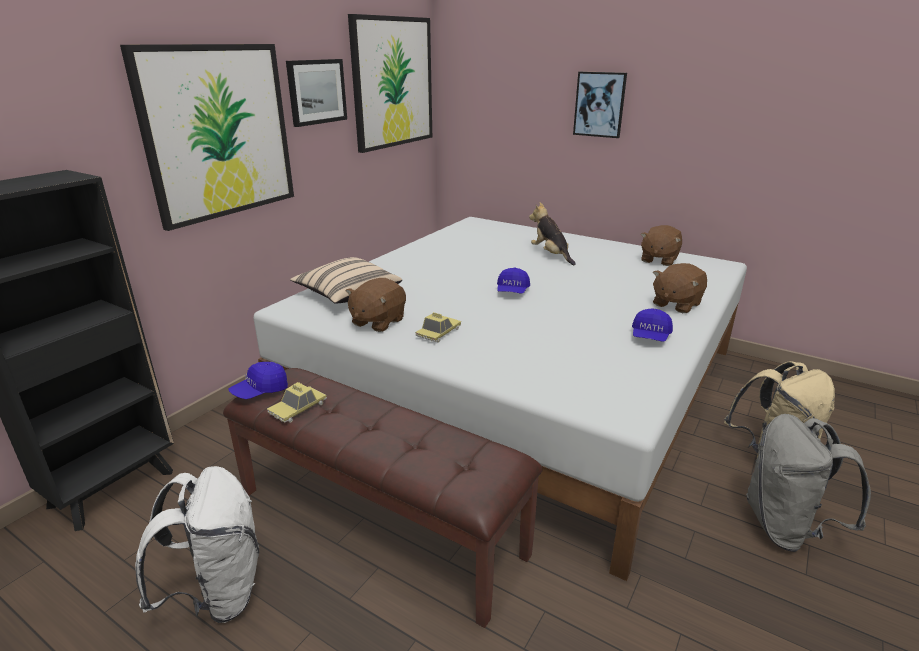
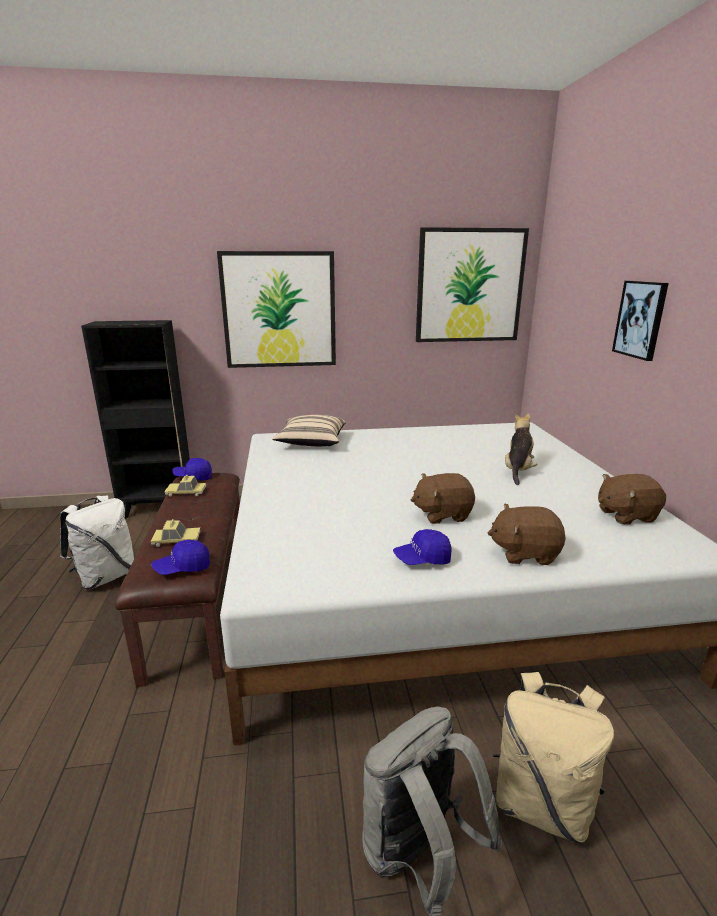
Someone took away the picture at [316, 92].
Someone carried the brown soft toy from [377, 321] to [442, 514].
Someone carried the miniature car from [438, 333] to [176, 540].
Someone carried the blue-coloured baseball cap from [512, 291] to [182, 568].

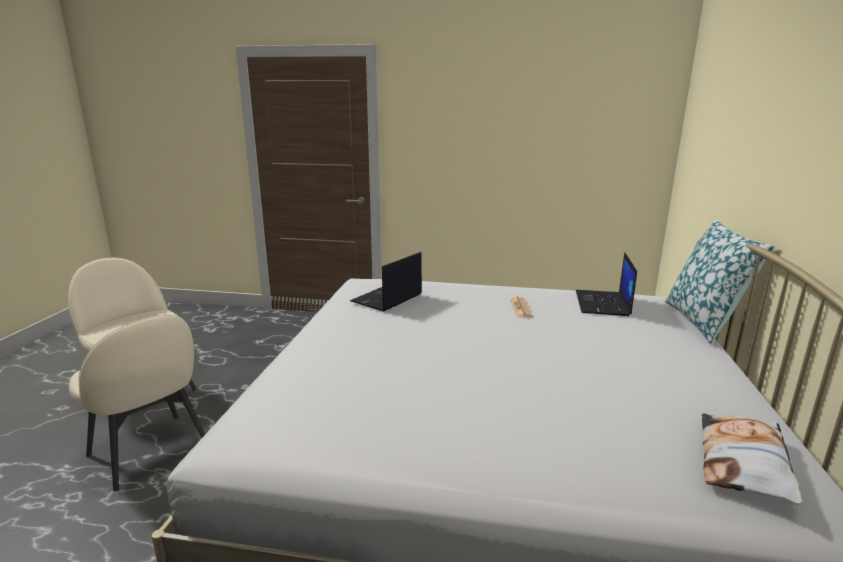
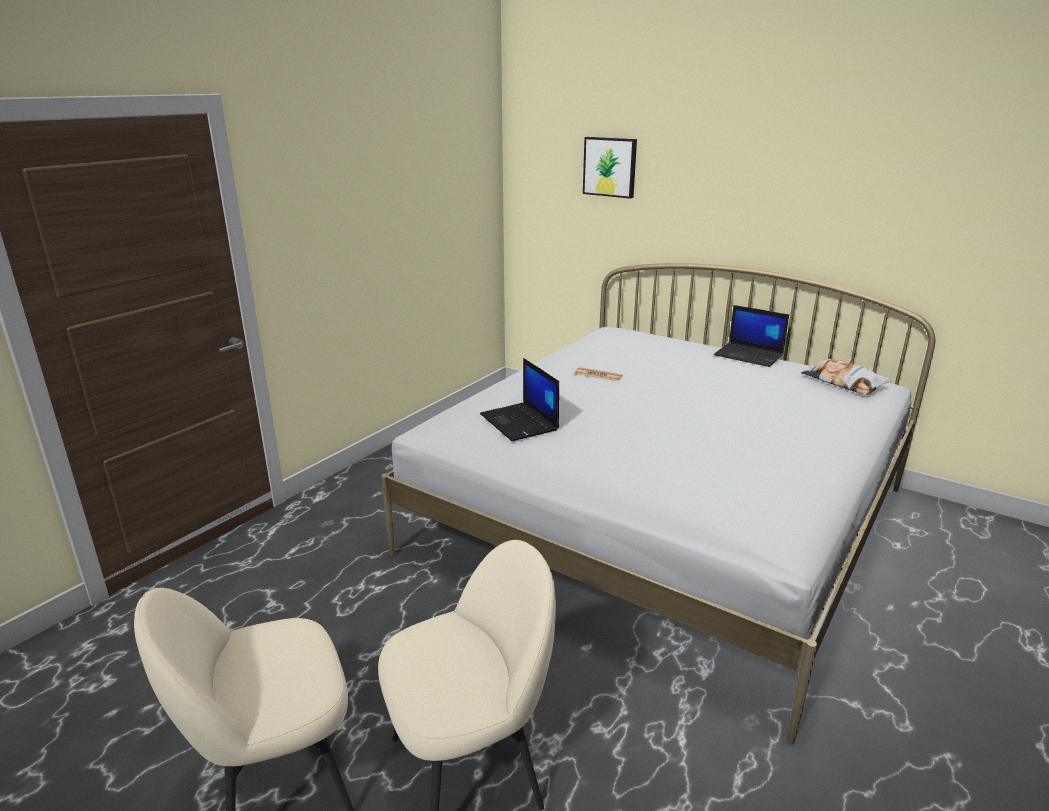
Someone carried the notebook computer from [603, 304] to [749, 355].
Someone took away the pillow at [704, 321].
Someone put up the picture at [610, 167].

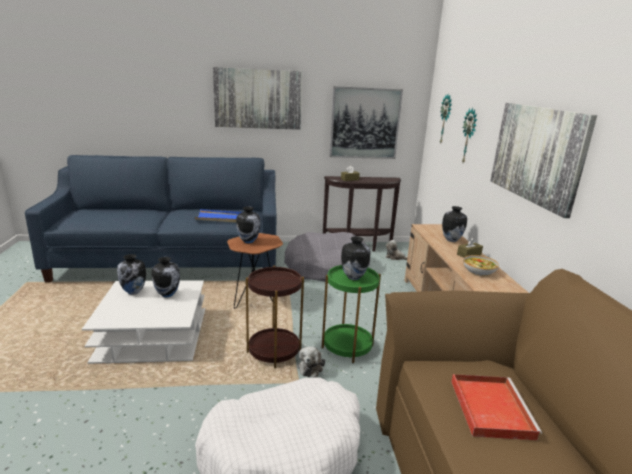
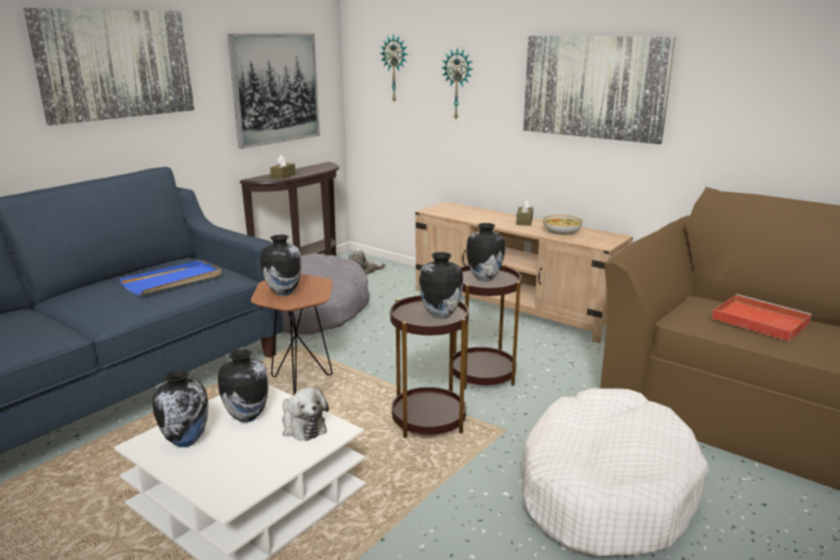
Someone carried the soft toy from [310, 367] to [302, 426].
Someone repainted the green-coloured accent table at [347, 346], which became the brown accent table at [482, 374].
Someone carried the vase from [451, 240] to [440, 315].

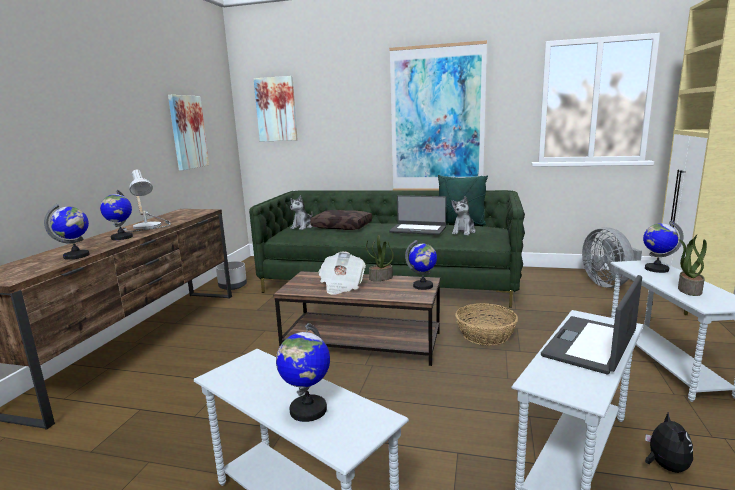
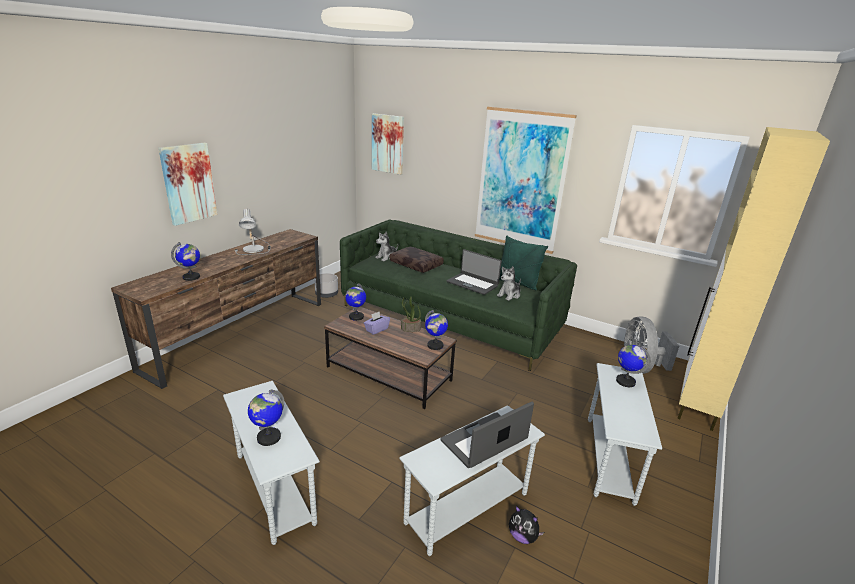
Someone carried the world globe from [121, 237] to [356, 317].
Someone carried the picture from [188, 132] to [188, 183].
Someone swapped the daily paper at [341, 285] for the purplish tissue box at [376, 329].
Someone took away the household basket at [486, 335].
Someone rotated the soft toy at [665, 466] by 105 degrees clockwise.
Someone took away the plant in a pot at [689, 290].

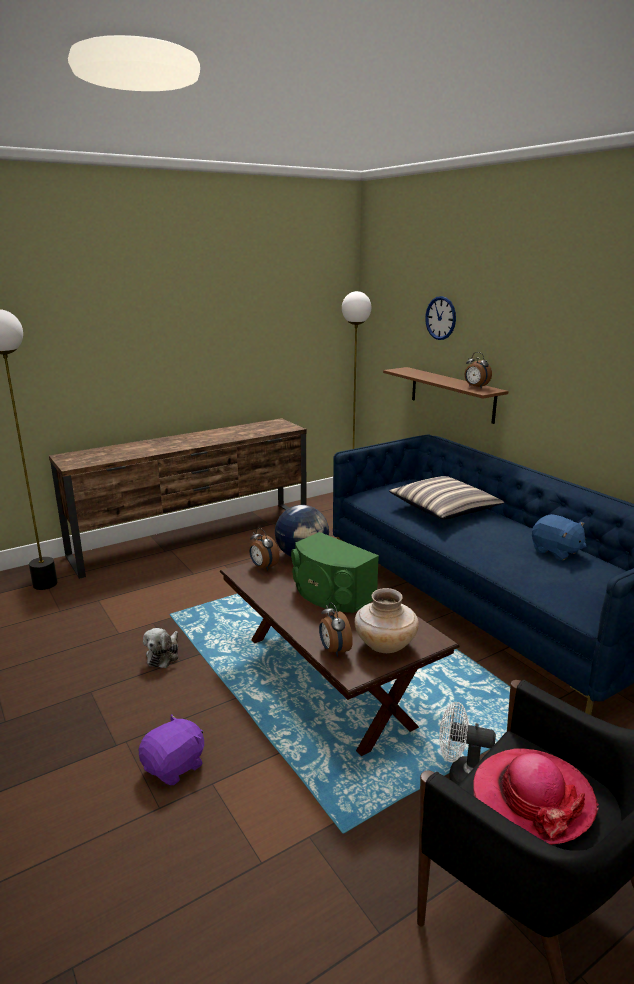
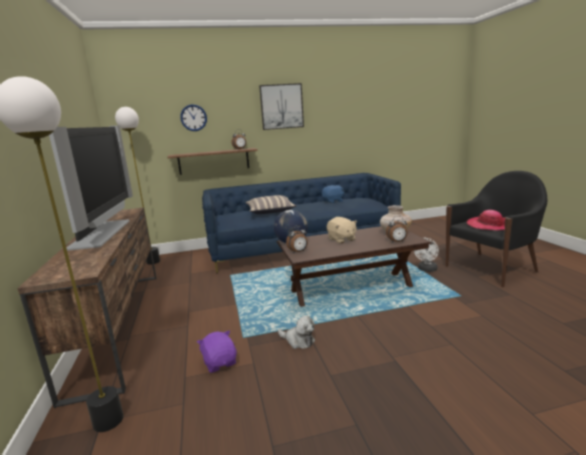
Someone carried the purplish soft toy from [175, 766] to [220, 363].
Someone swapped the green-coloured loudspeaker at [331, 594] for the beige soft toy at [341, 239].
Someone put down the TV at [103, 233].
Someone put up the picture at [281, 106].

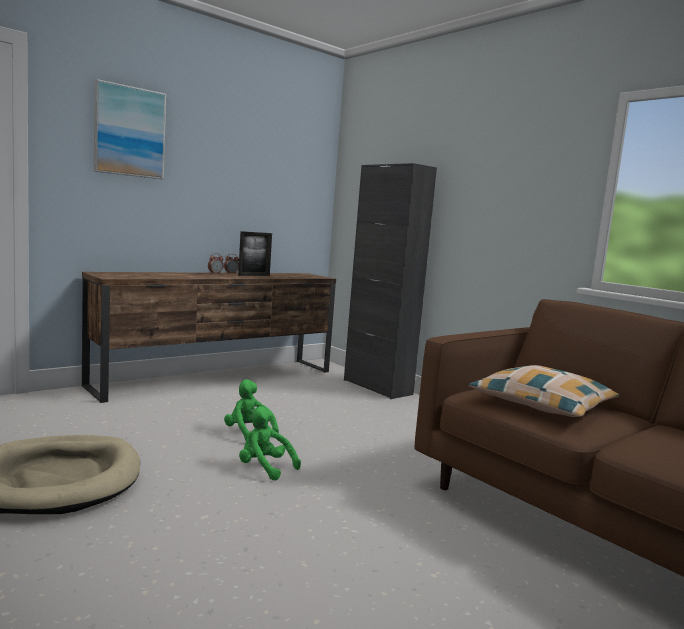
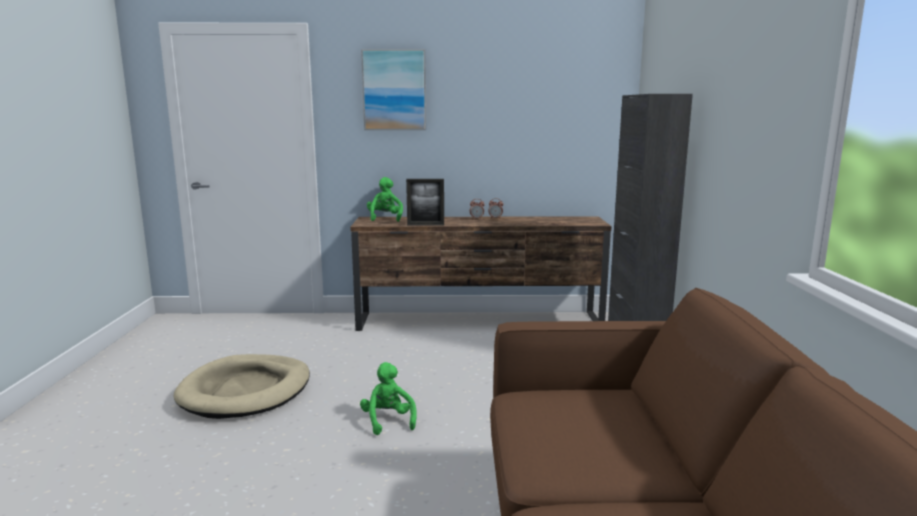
Someone carried the green-coloured soft toy from [248, 433] to [385, 218].
Someone carried the standing frame from [254, 275] to [425, 225].
Someone took away the pillow at [542, 405].

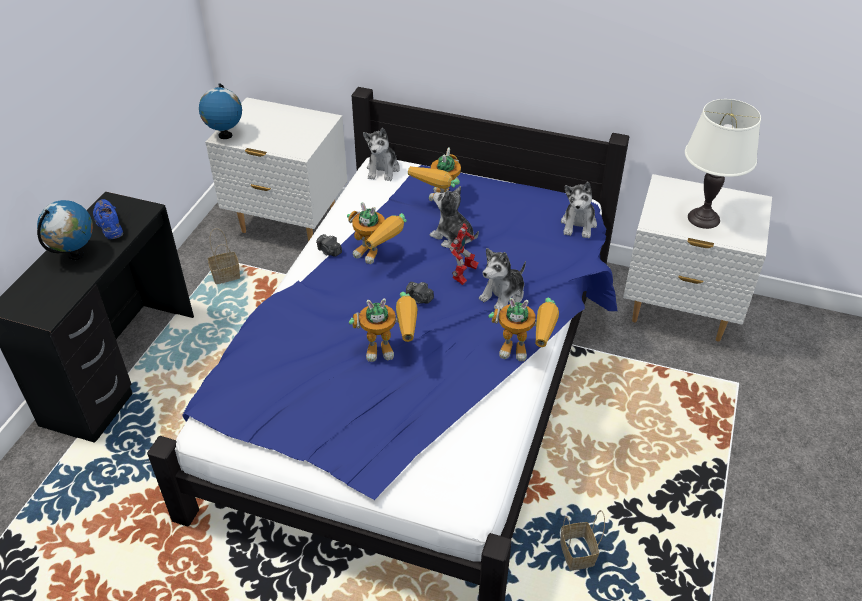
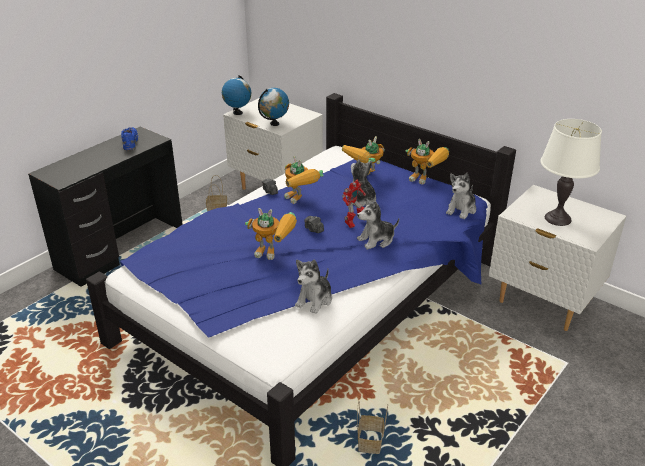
Someone carried the world globe from [76, 255] to [274, 124].
Someone carried the soft toy from [383, 169] to [314, 300].
Someone carried the robot figure from [525, 351] to [426, 180].

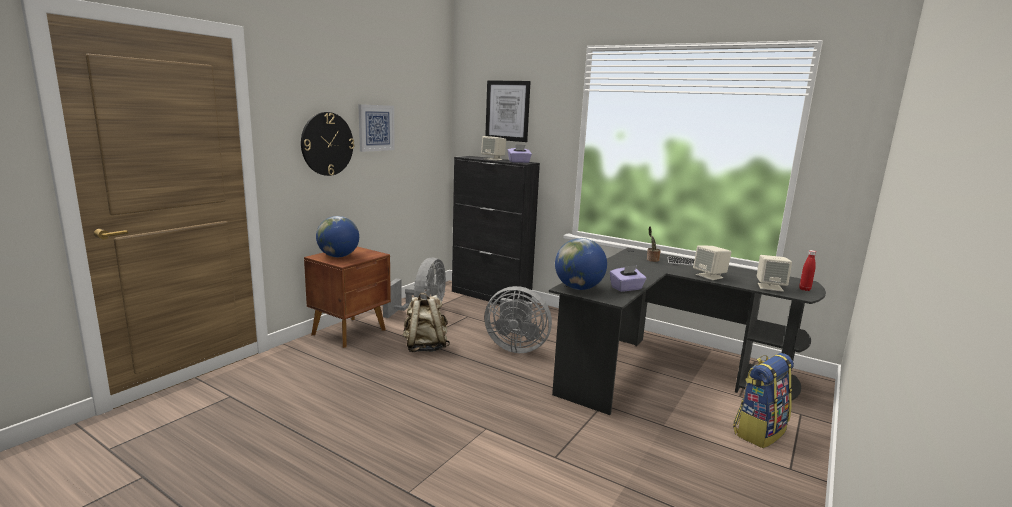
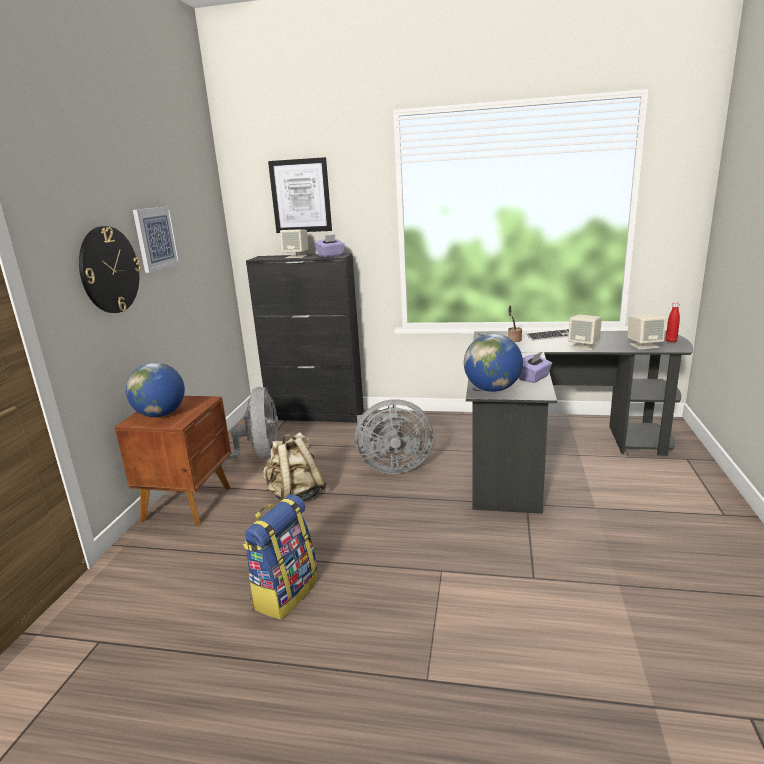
Someone carried the backpack from [759, 431] to [285, 592].

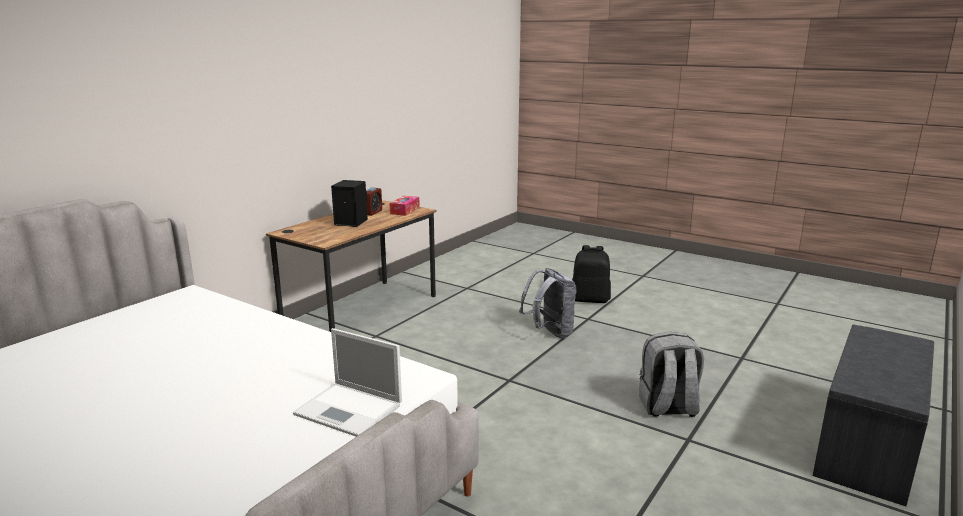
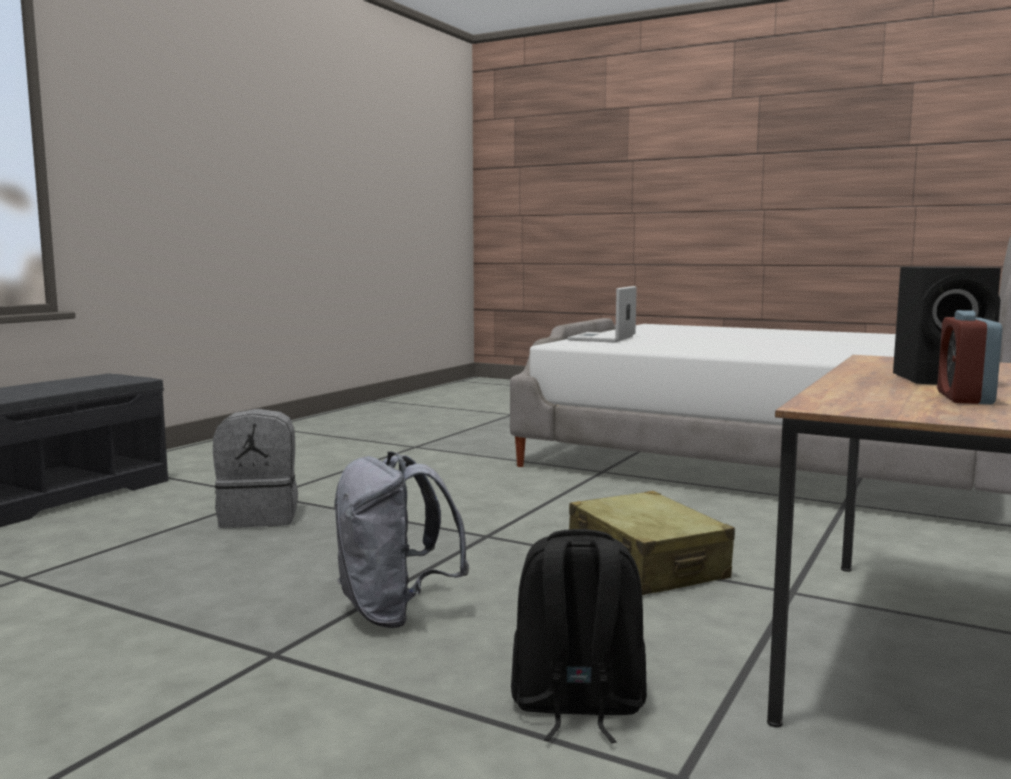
Someone rotated the notebook computer at [350, 410] by 90 degrees counterclockwise.
Someone took away the tissue box at [405, 210].
Someone carried the black backpack from [590, 299] to [576, 706].
Someone put down the beige piece of luggage at [646, 565].

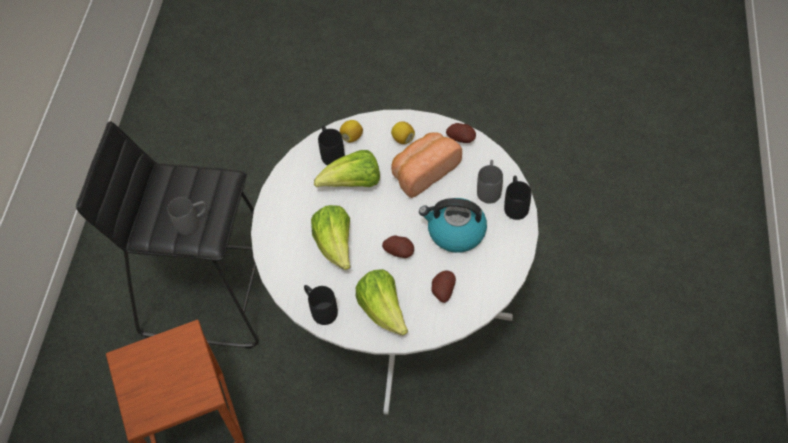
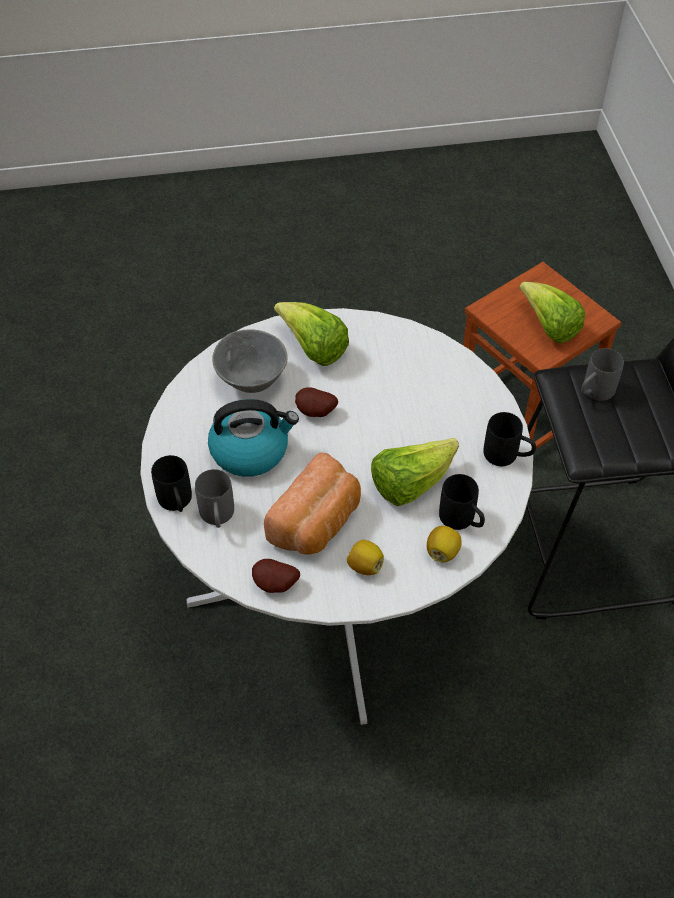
Someone carried the black tea mug from [320, 309] to [507, 456].
Someone carried the head of lettuce from [335, 245] to [549, 326].
Someone swapped the spud at [442, 291] for the greyish bowl at [250, 381].

